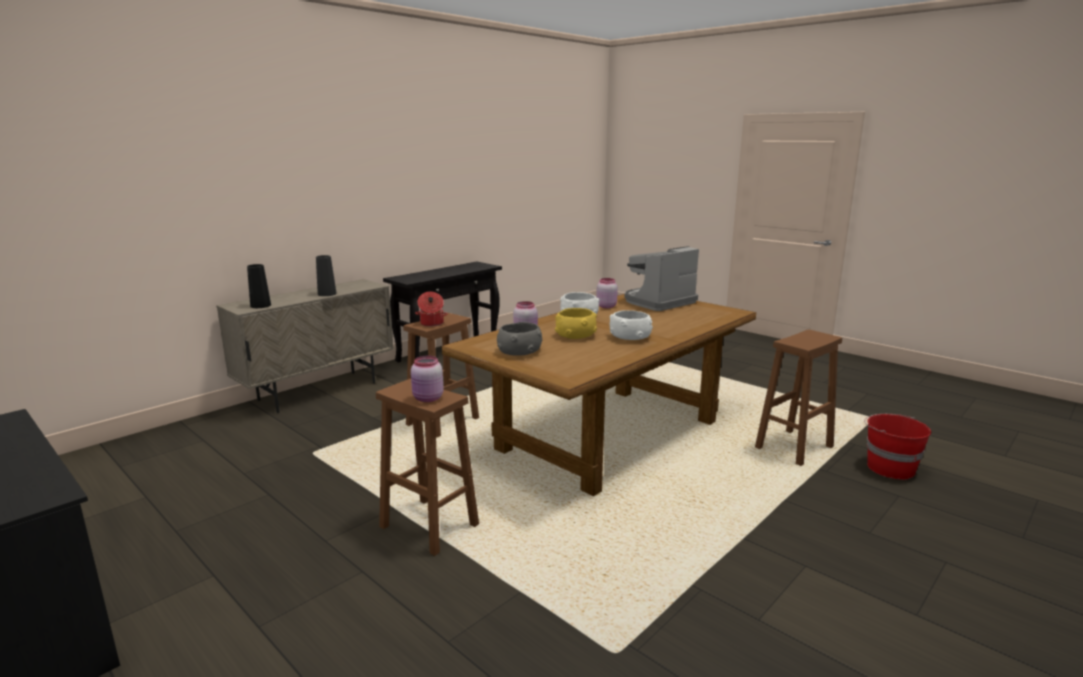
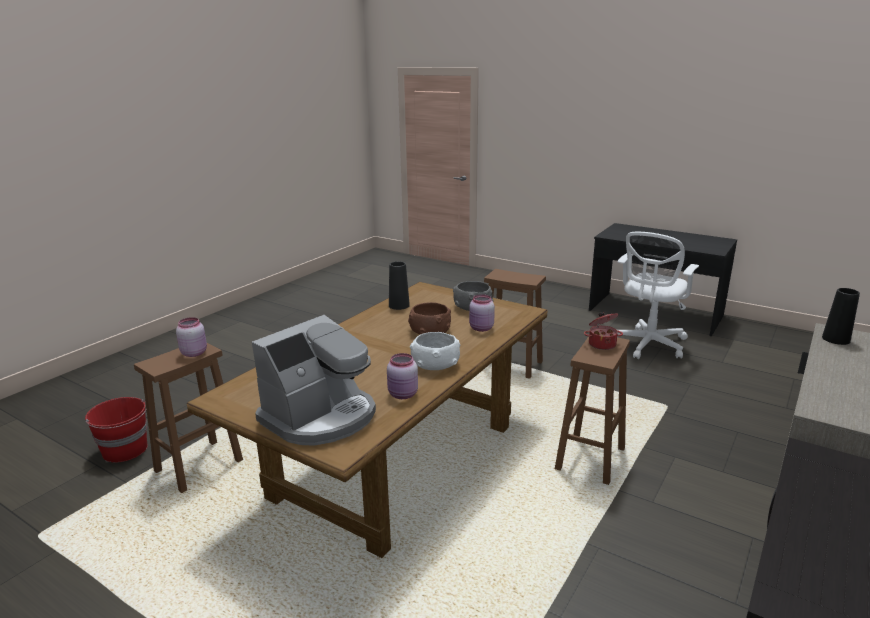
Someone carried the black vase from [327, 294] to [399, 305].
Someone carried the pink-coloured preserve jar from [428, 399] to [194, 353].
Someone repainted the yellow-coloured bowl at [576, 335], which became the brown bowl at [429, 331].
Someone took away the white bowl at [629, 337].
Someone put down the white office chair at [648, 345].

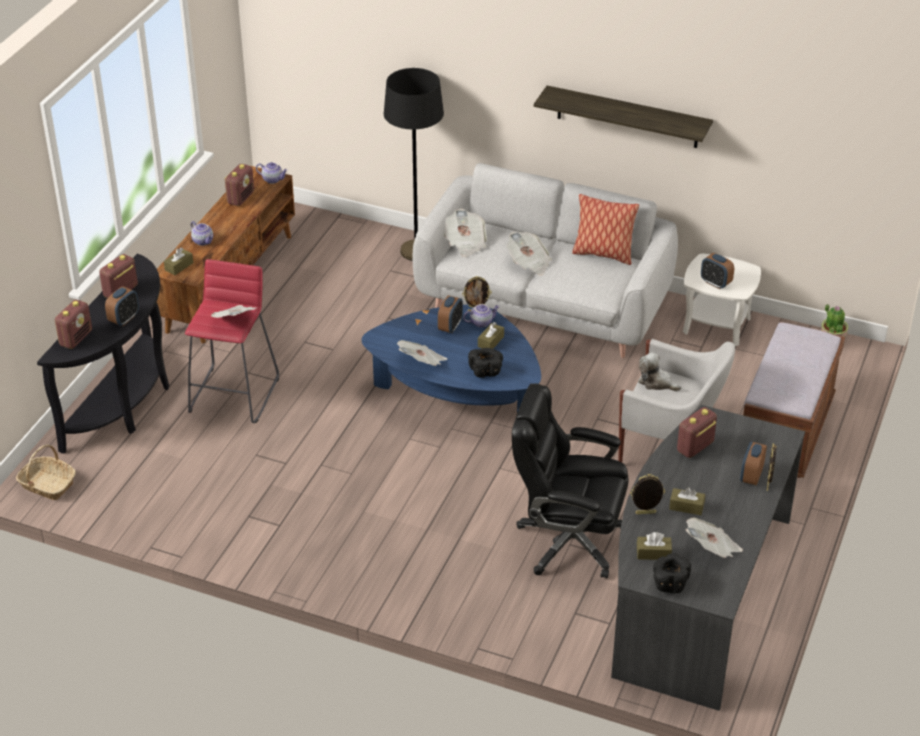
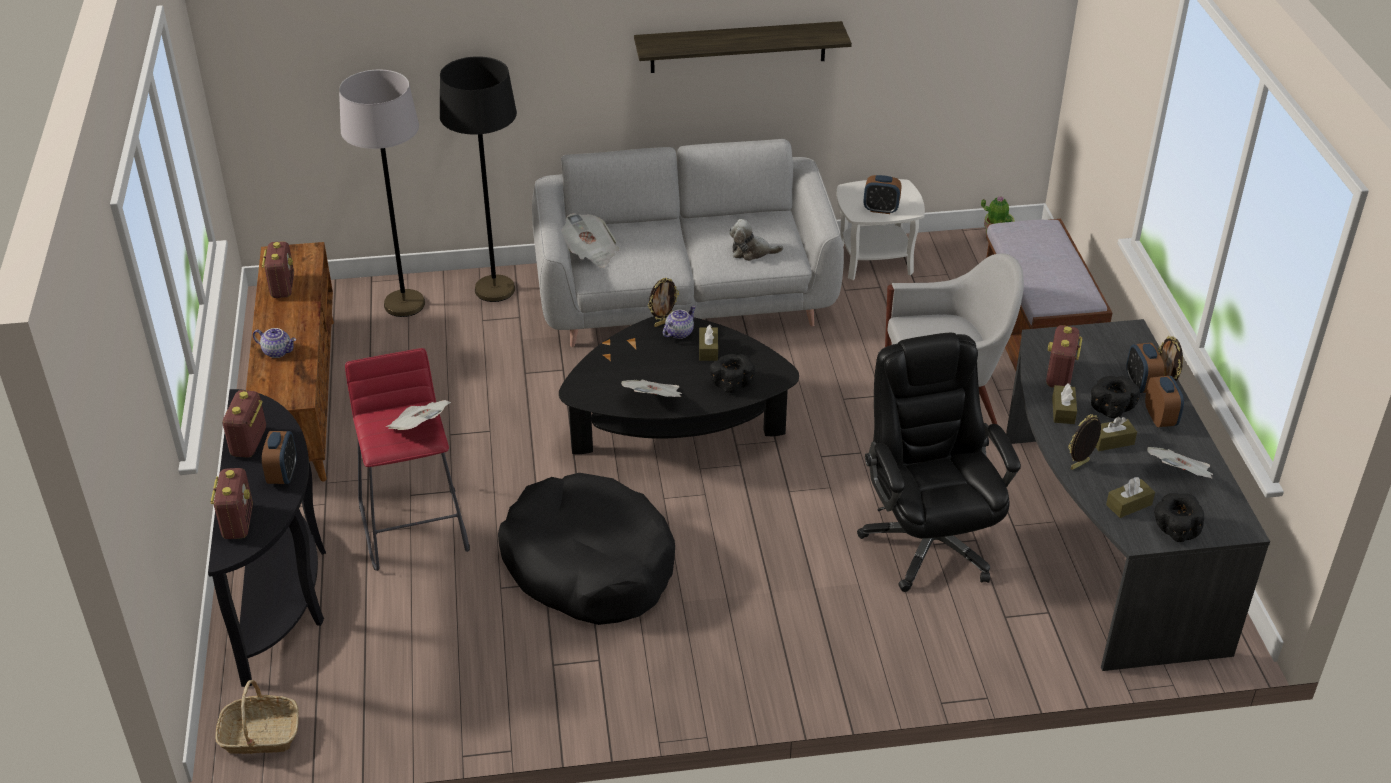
Someone carried the brown tissue box from [179, 266] to [1063, 411].
Someone took away the teapot at [273, 179].
Someone repainted the blue-coloured lounge table at [457, 397], which became the black lounge table at [677, 432].
Someone carried the alarm clock from [450, 326] to [1160, 418].
Someone took away the daily paper at [529, 263].
Someone rotated the black office chair at [568, 541] by 90 degrees clockwise.
Someone took away the pillow at [603, 254].
Someone carried the soft toy from [656, 382] to [752, 252].
Someone put down the greyish standing lamp at [404, 304].
Someone put down the black pet bed at [589, 565].
Someone put down the black bowl at [1111, 408].

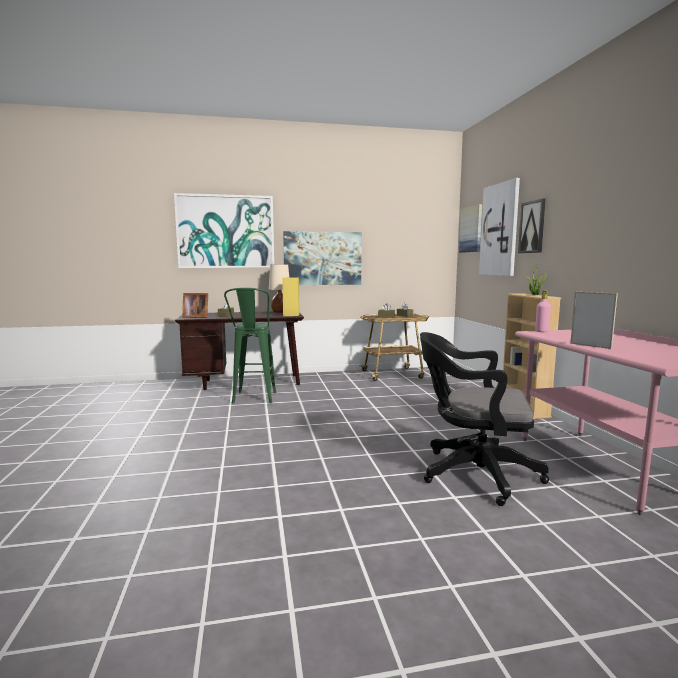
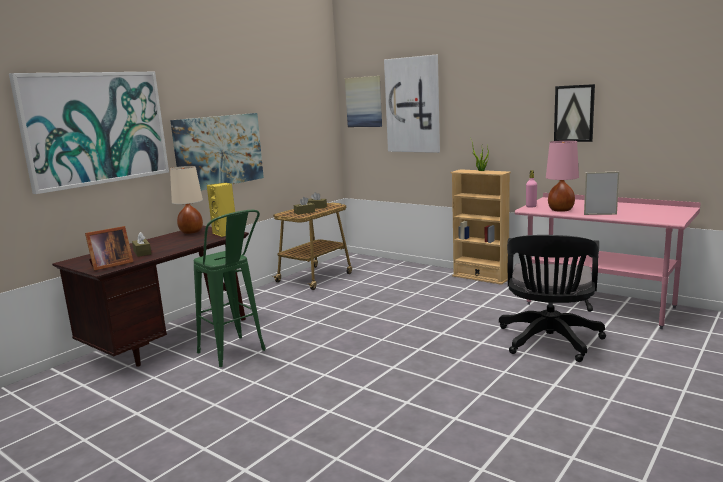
Someone rotated the black office chair at [473, 473] by 45 degrees counterclockwise.
Someone carried the picture from [532, 227] to [574, 113].
Someone put down the pink-coloured table lamp at [560, 210].

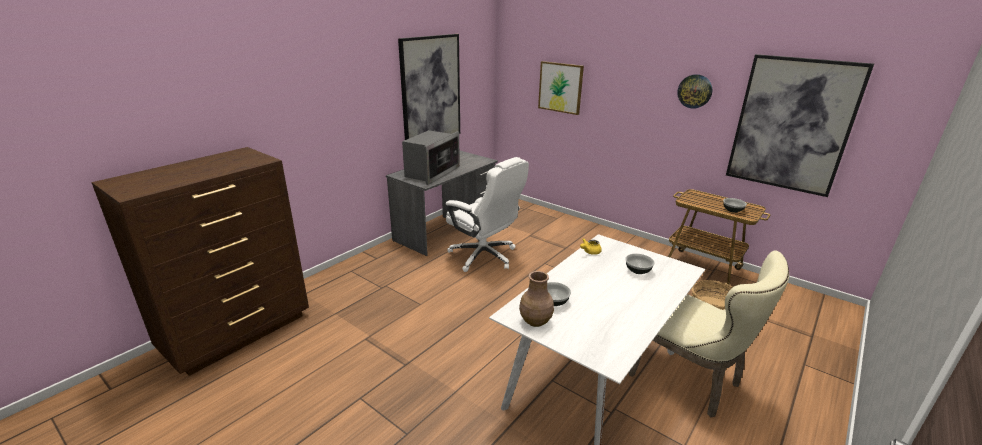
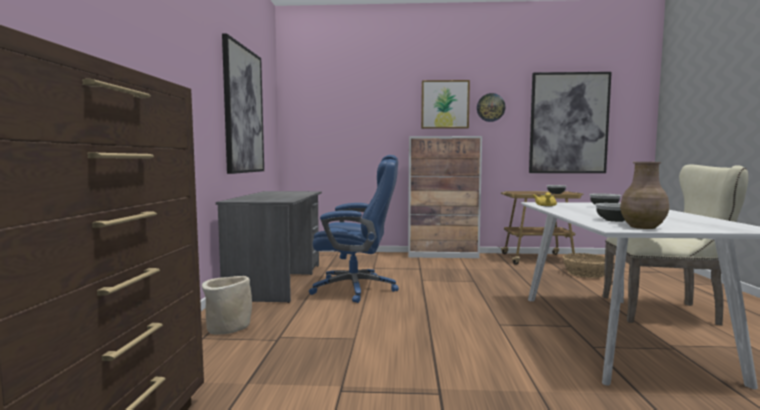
Someone took away the microwave oven at [431, 172].
Someone repainted the white office chair at [484, 256], which became the blue-coloured office chair at [356, 288].
Someone carried the picture from [560, 87] to [445, 104].
Someone put down the beige flower pot at [228, 327].
Someone put down the cupboard at [443, 255].

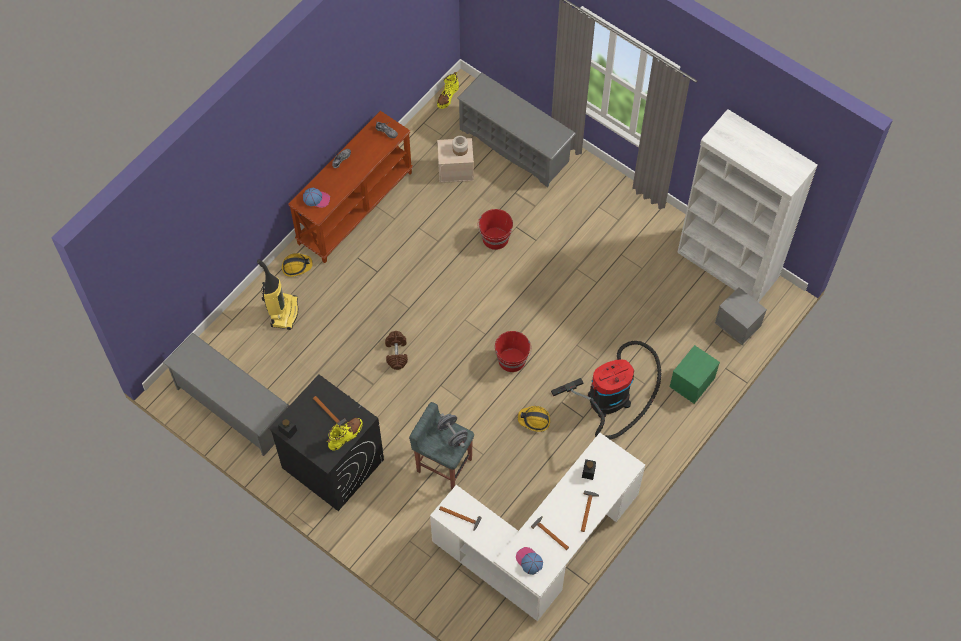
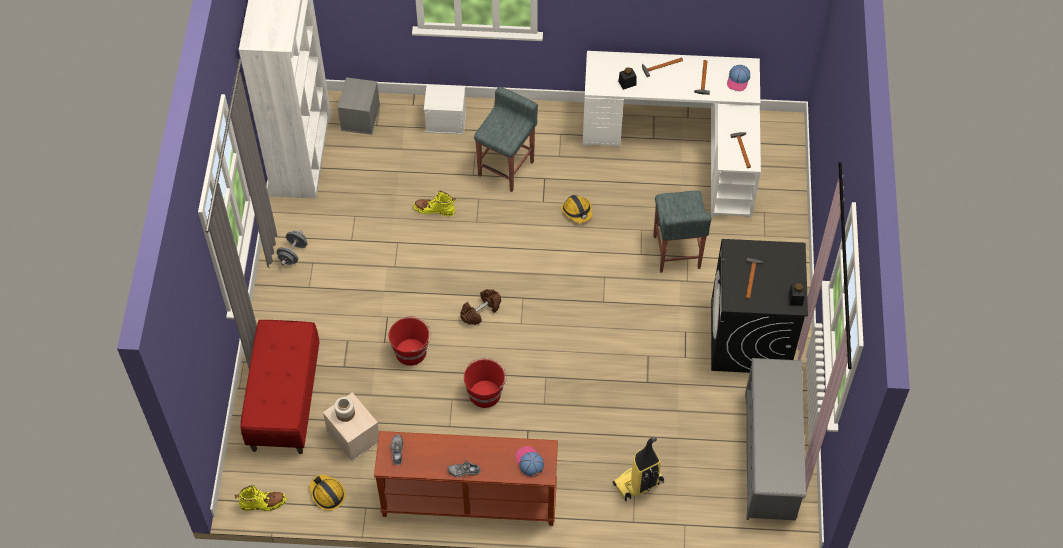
Someone carried the safety helmet from [296, 266] to [327, 494].
Someone carried the yellow-coloured tall boot from [345, 435] to [434, 209].
Someone carried the brown dumbbell from [396, 353] to [481, 311].
Someone carried the greyish dumbbell from [452, 434] to [293, 254].
Someone swapped the greyish shoe rack at [515, 145] for the red-coloured bench at [284, 400].
Someone carried the red-coloured water bucket from [512, 360] to [485, 393].
Someone swapped the vacuum cleaner at [613, 397] for the greyish stool seat at [506, 168].
Someone repainted the green-coloured storage box at [692, 383], which became the white storage box at [446, 120].

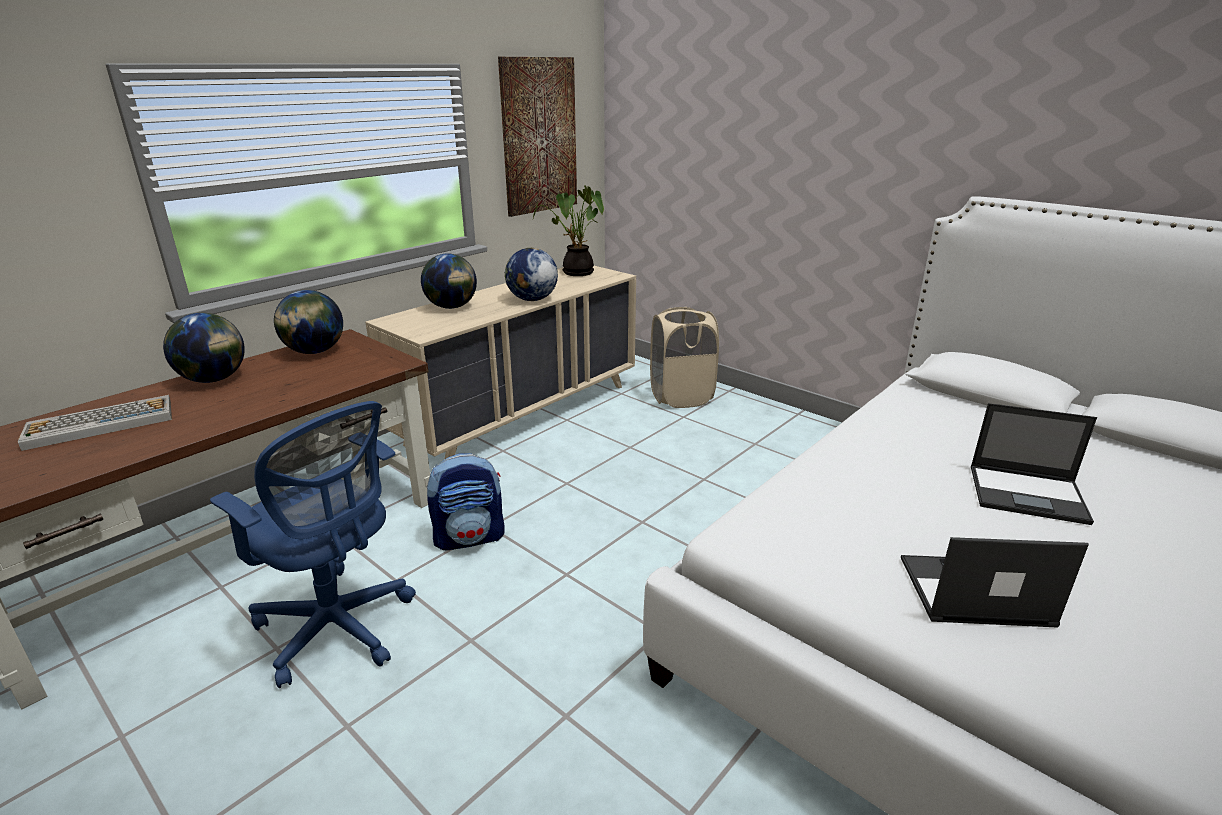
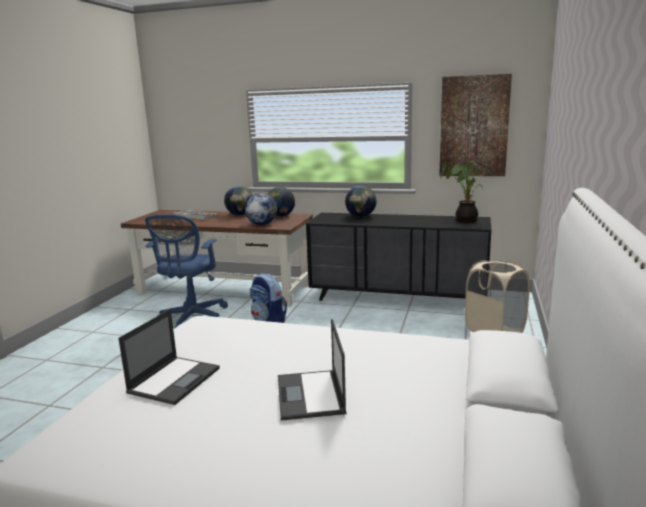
Someone repainted the beige drawer chest at [522, 413], which became the black drawer chest at [398, 298].
Someone carried the world globe from [532, 300] to [261, 224].
Someone rotated the notebook computer at [972, 591] by 45 degrees clockwise.

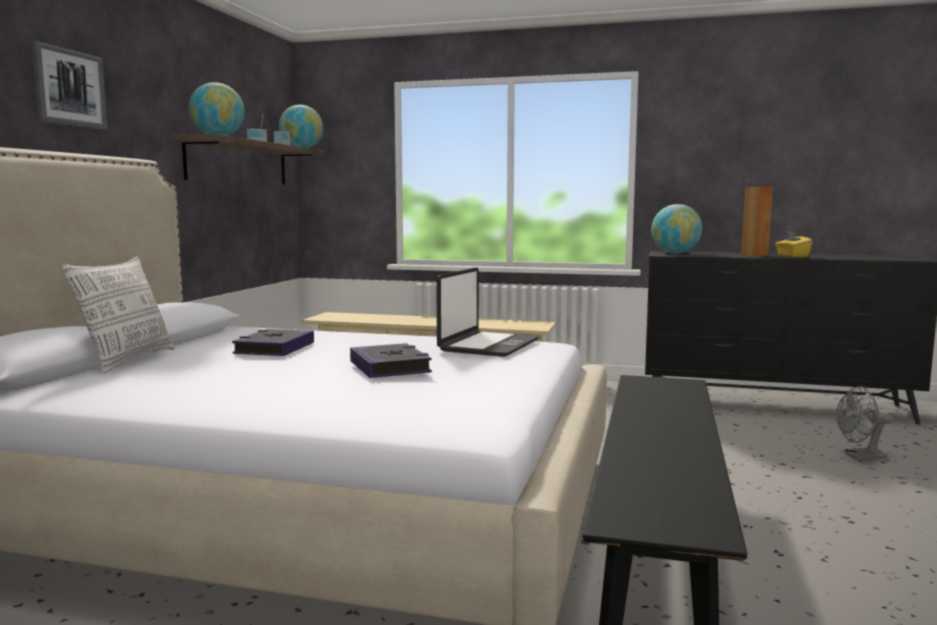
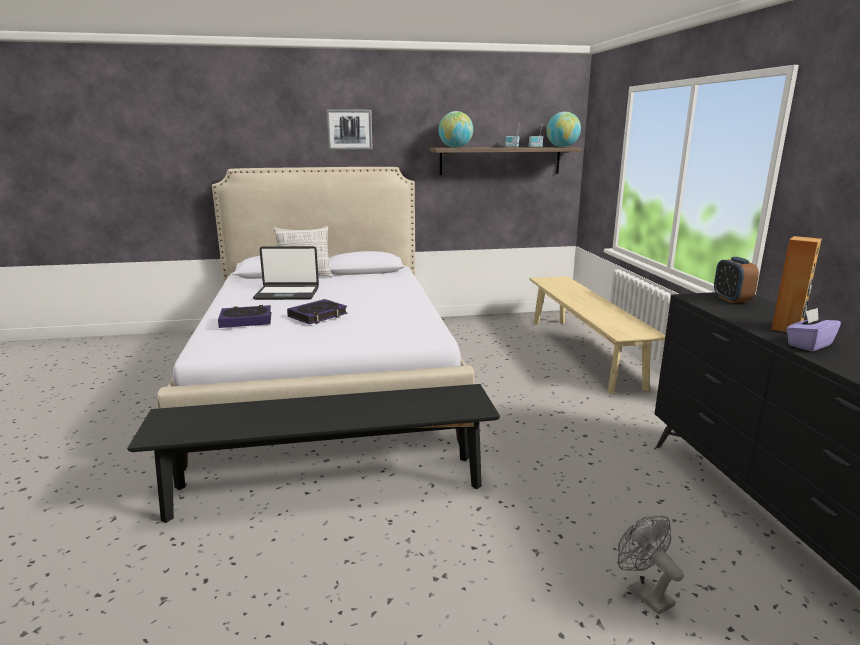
Someone carried the book from [274, 348] to [246, 320].
Someone carried the notebook computer from [487, 345] to [287, 293].
Someone swapped the world globe at [675, 253] for the alarm clock at [731, 299].
Someone repainted the yellow-coloured tissue box at [792, 256], which became the purplish tissue box at [808, 345].

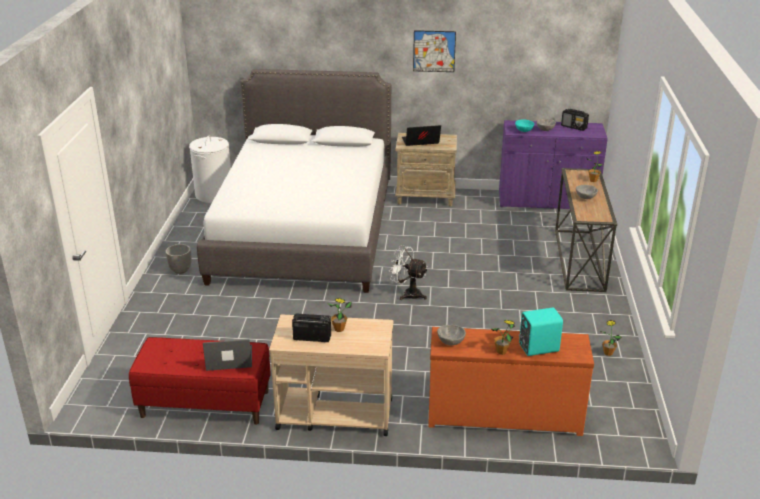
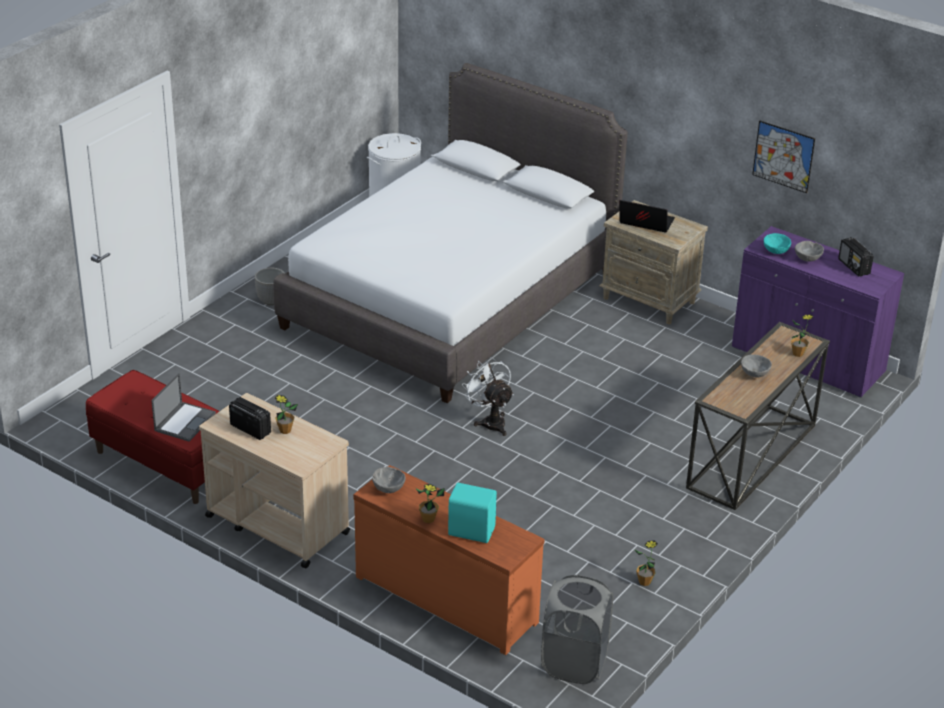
Someone rotated the notebook computer at [228, 358] by 90 degrees clockwise.
Someone carried the picture from [434, 51] to [783, 156].
Someone put down the greyish hamper at [574, 663].

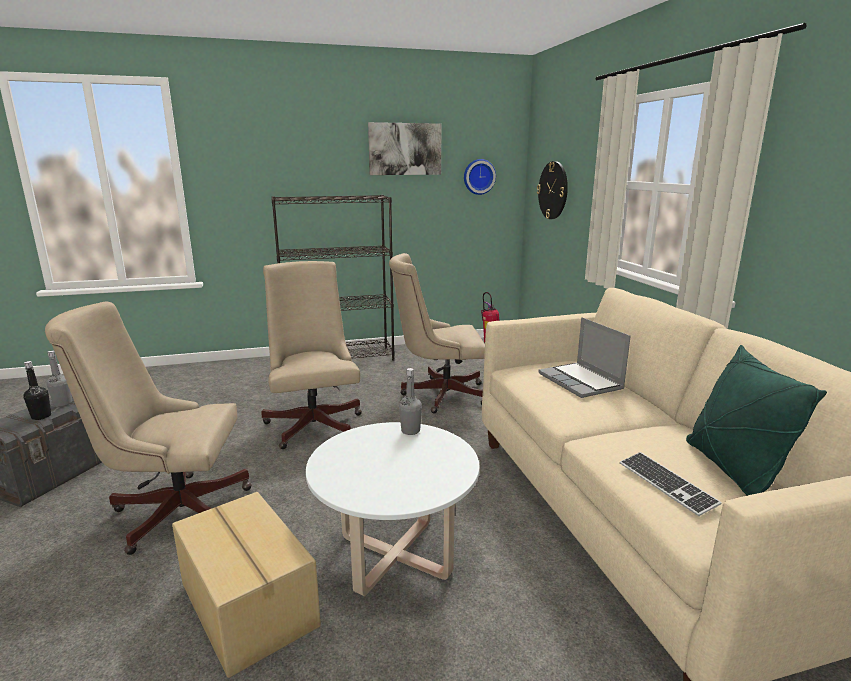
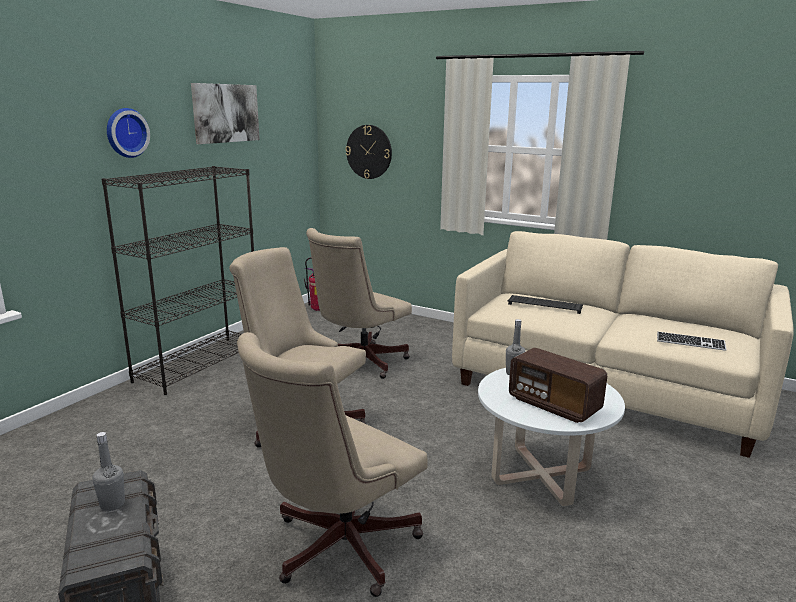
Someone took away the black beverage bottle at [41, 416].
Someone took away the cardboard box at [247, 606].
Someone carried the clock on the wall from [478, 176] to [125, 133].
Someone swapped the notebook computer at [581, 382] for the computer keyboard at [545, 305].
Someone took away the green-coloured pillow at [732, 470].
Someone put down the radio receiver at [554, 405].

